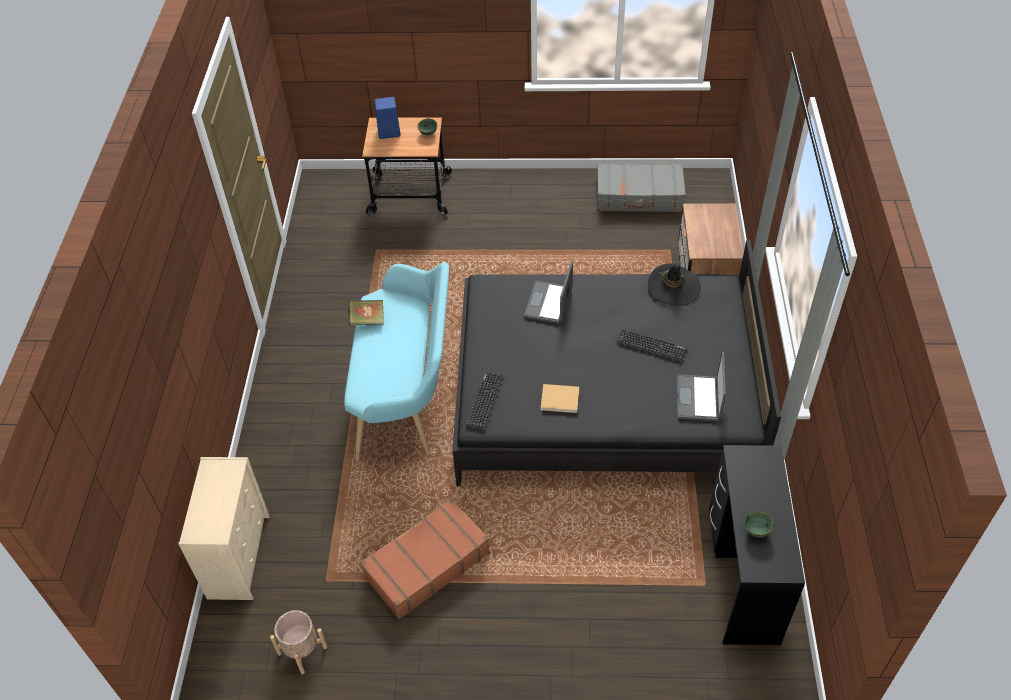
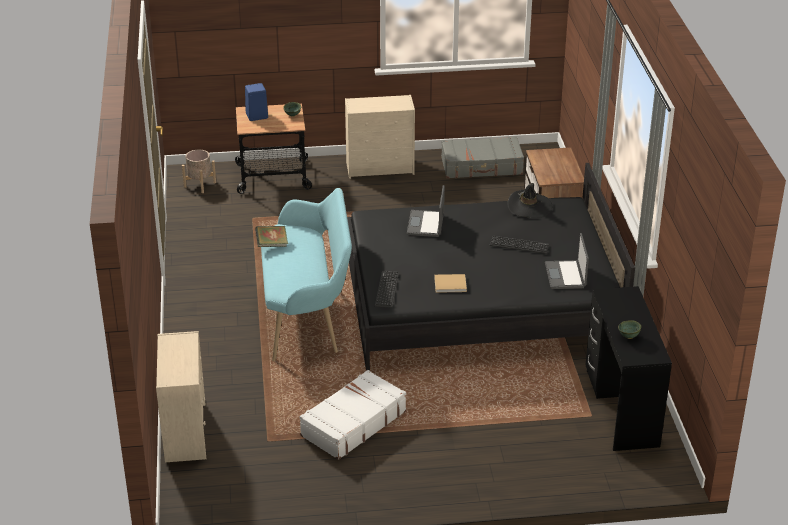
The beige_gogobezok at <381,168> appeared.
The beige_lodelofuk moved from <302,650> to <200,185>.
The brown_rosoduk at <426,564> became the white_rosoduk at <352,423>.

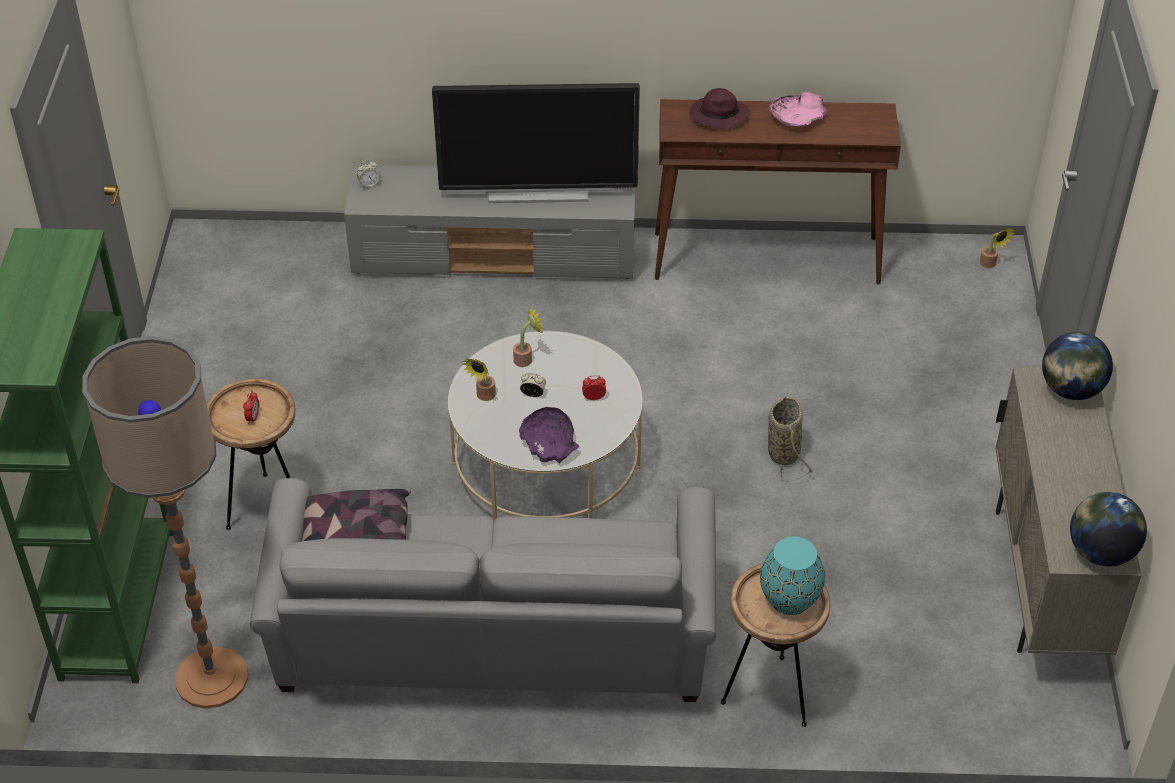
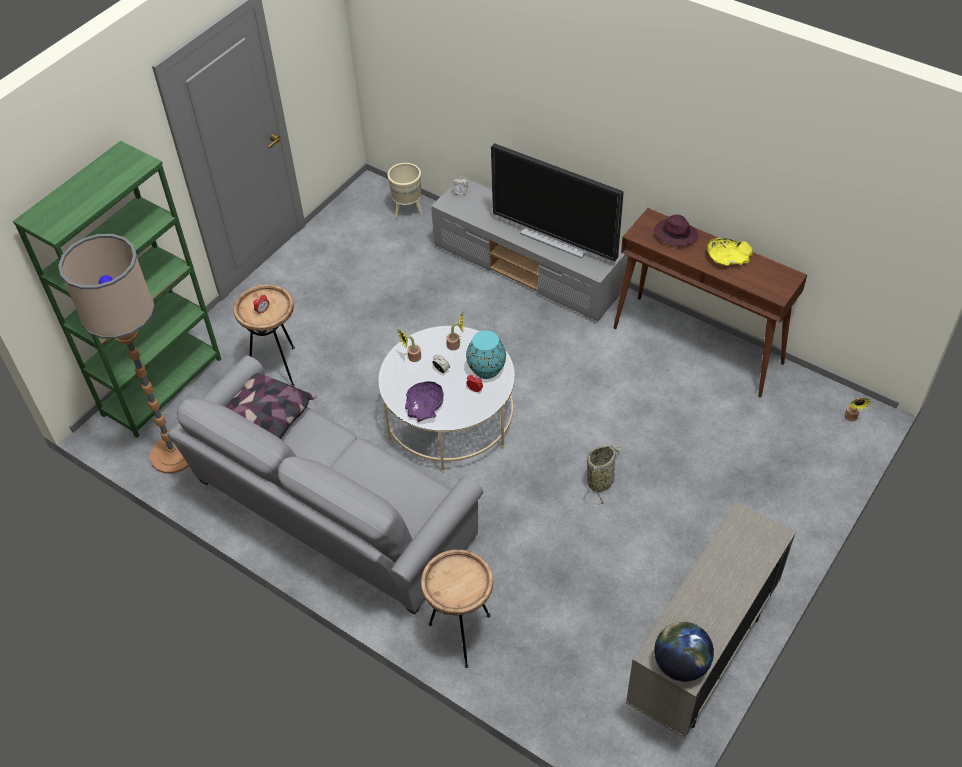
The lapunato at <1071,390> disappeared.
The beige_lodelofuk at <408,211> appeared.
The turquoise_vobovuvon moved from <789,600> to <486,370>.
The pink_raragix at <797,118> became the yellow_raragix at <727,257>.

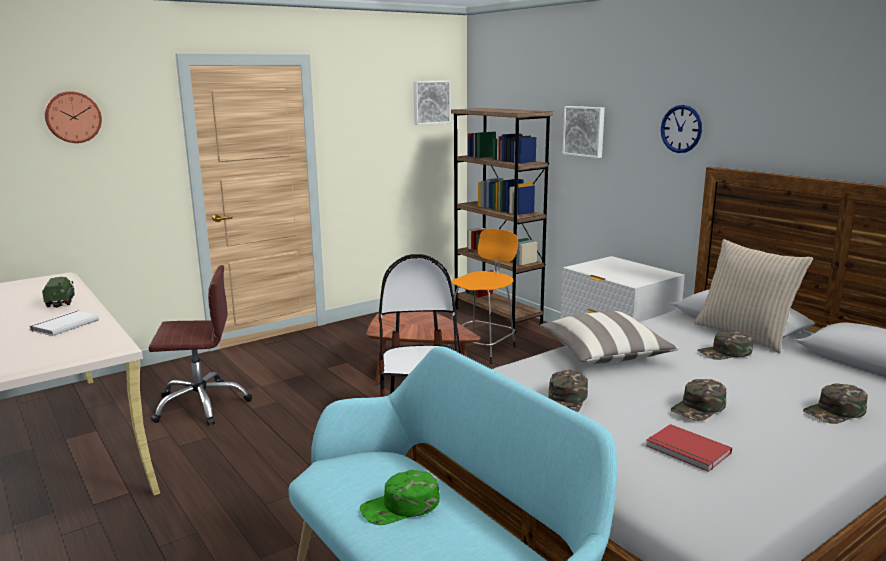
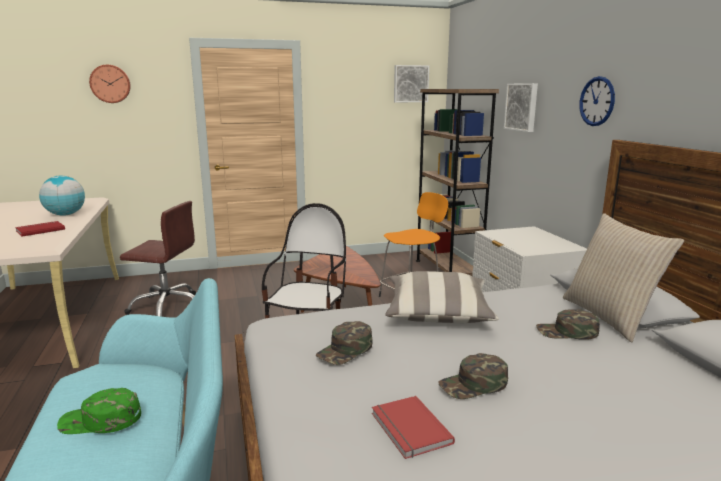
The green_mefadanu at <835,412> disappeared.
The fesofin at <61,301> was replaced by the lapunato at <65,215>.
The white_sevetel at <63,325> became the red_sevetel at <40,230>.

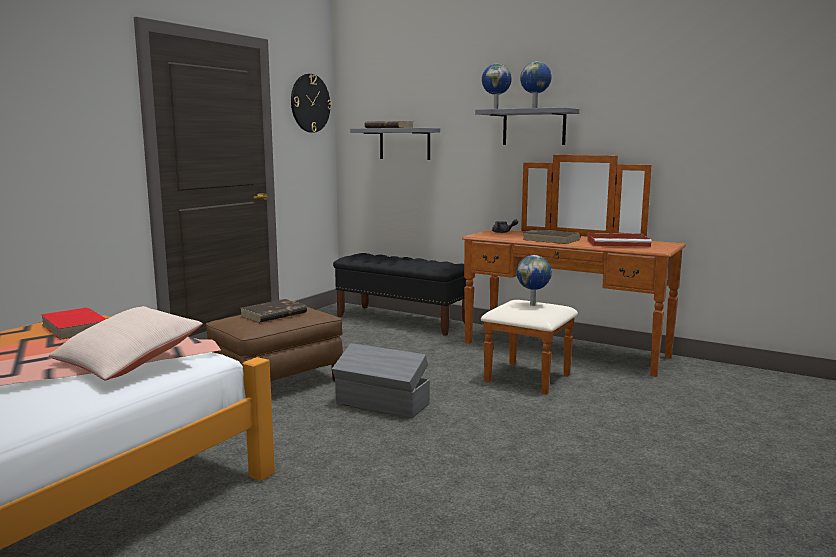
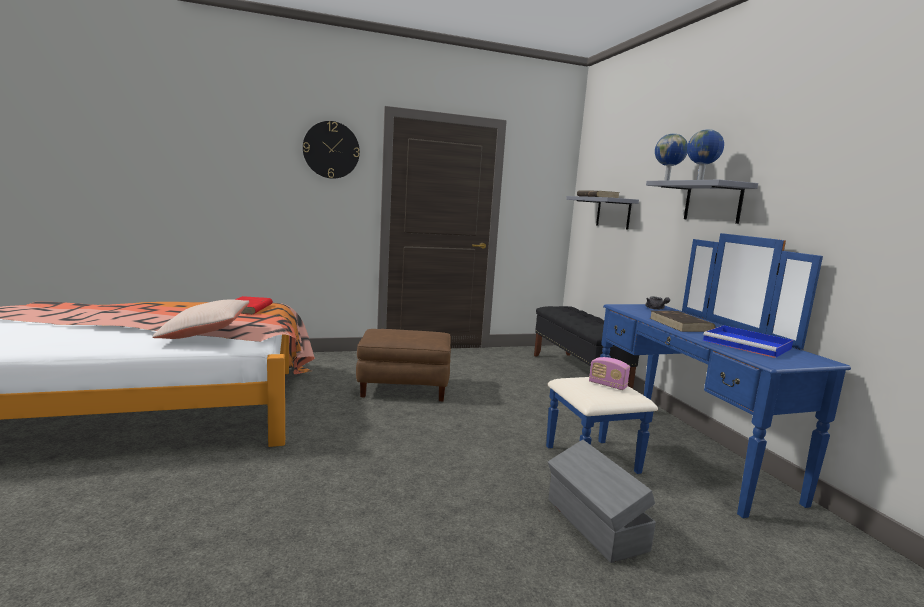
The brown_sevetel at <273,314> disappeared.
The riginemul moved from <310,103> to <331,150>.
The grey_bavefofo moved from <382,404> to <595,525>.
The lapunato at <533,304> was replaced by the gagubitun at <607,385>.
The brown_gogobezok at <557,356> became the blue_gogobezok at <664,451>.
The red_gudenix at <619,243> became the blue_gudenix at <748,345>.

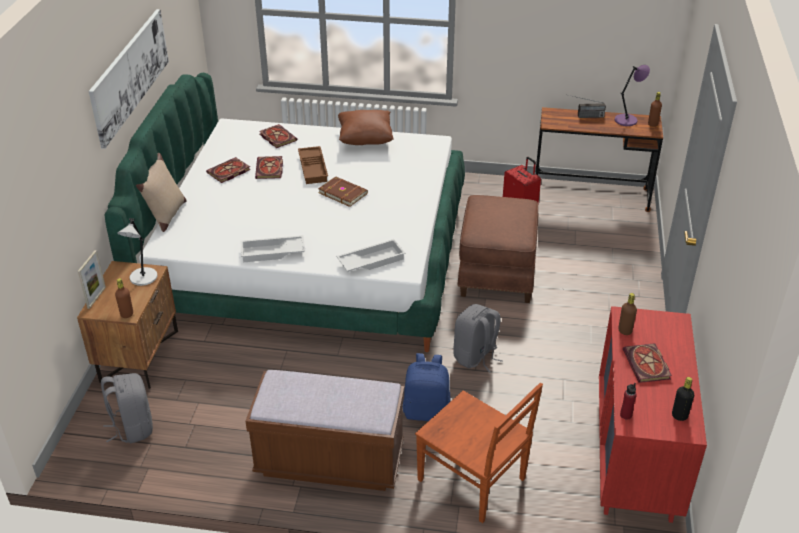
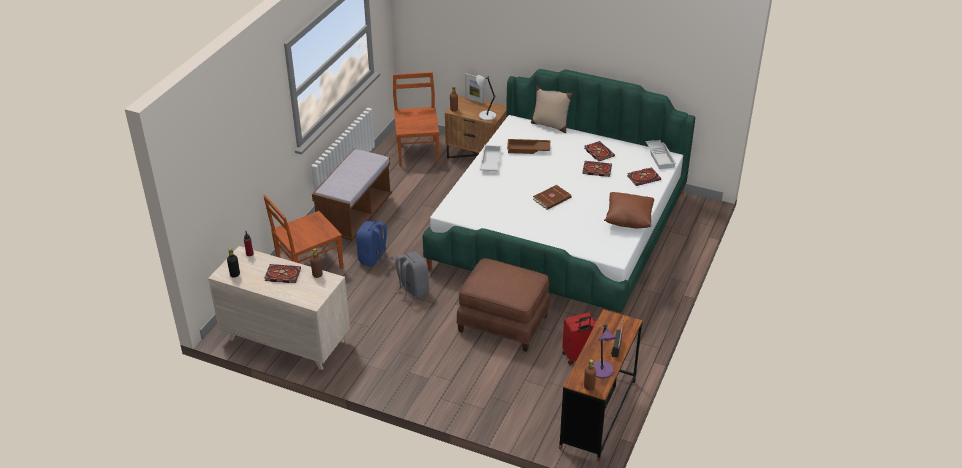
The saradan at <130,75> disappeared.
The brown_gudenix moved from <314,168> to <528,149>.
The white_gudenix moved from <371,260> to <661,157>.
The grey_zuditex at <132,427> was replaced by the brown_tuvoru at <417,151>.
The red_gogobezok at <635,457> became the beige_gogobezok at <285,340>.

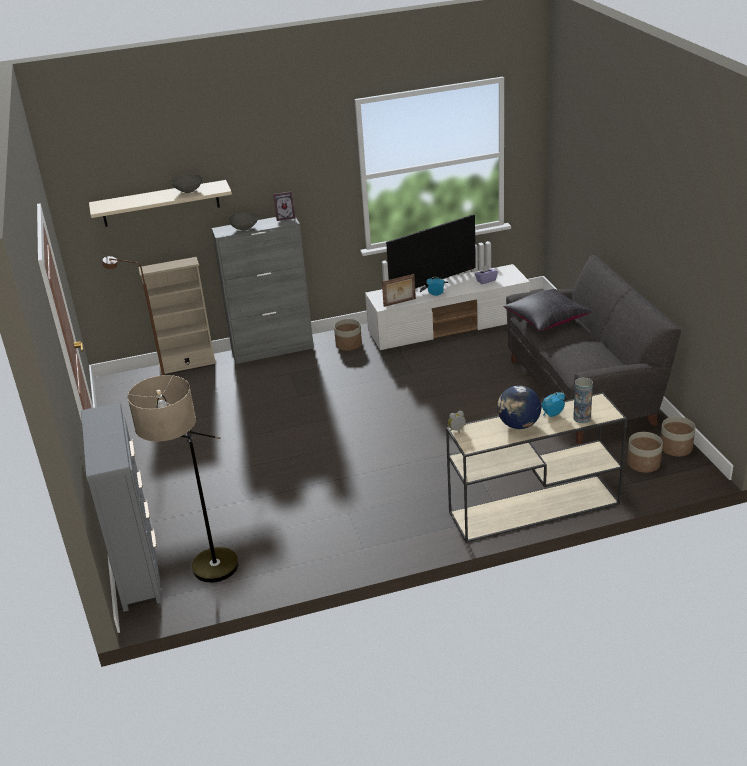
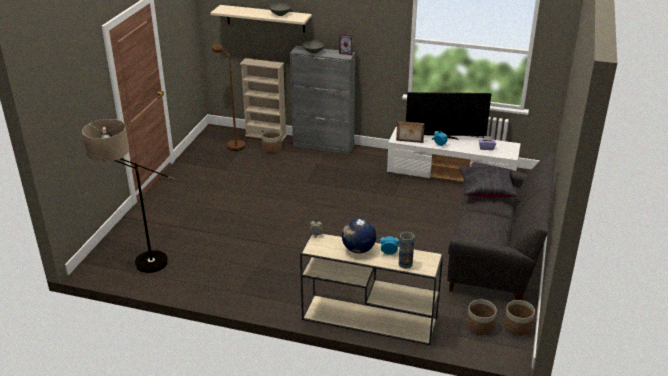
The grey_gogobezok at <138,569> disappeared.
The lodelofuk moved from <349,344> to <272,148>.

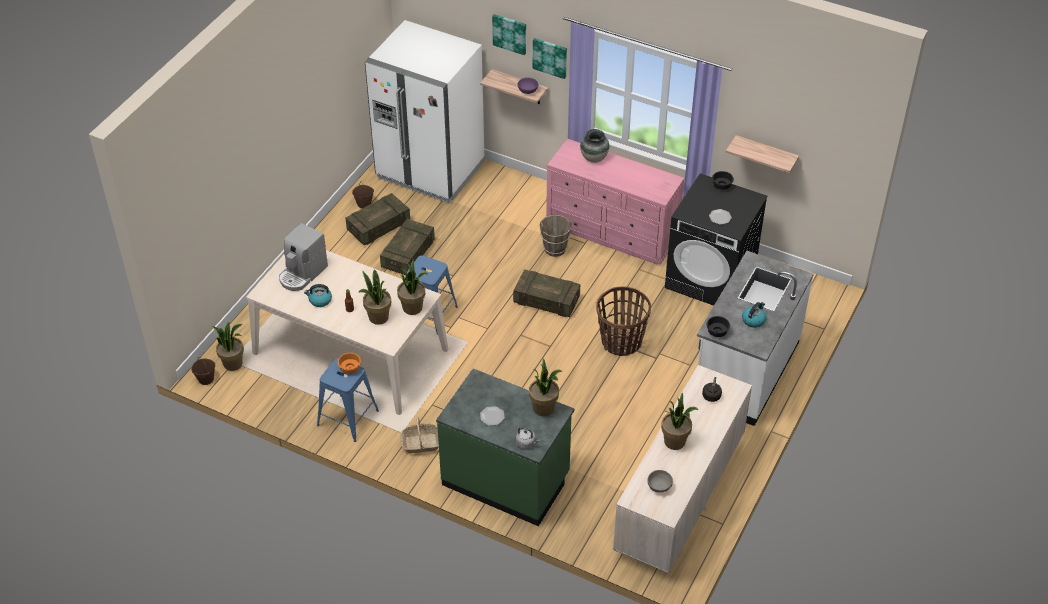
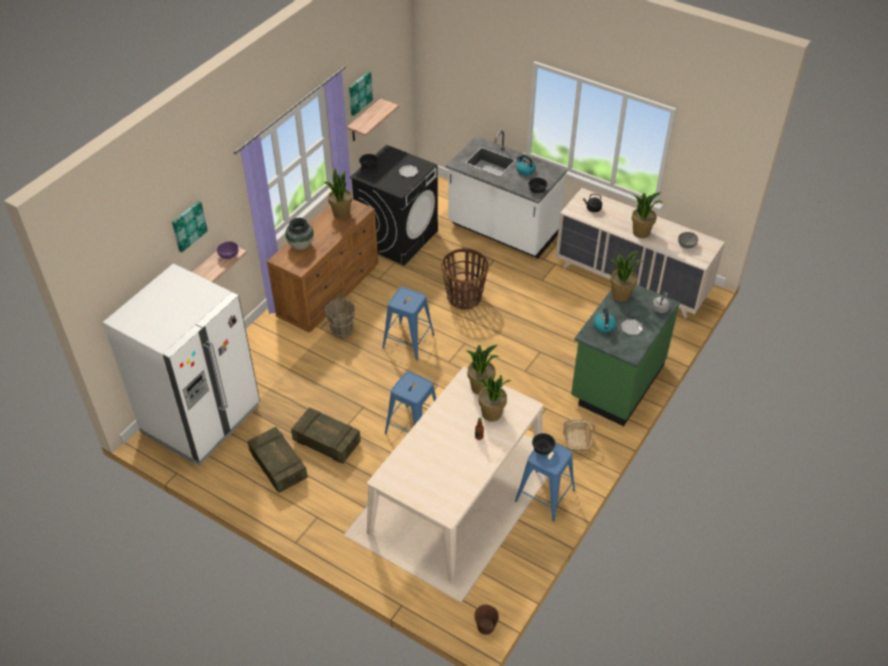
The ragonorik at <302,274> disappeared.
The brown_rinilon at <364,204> disappeared.
The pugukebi moved from <233,363> to <341,213>.
The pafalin moved from <320,300> to <604,326>.
The saradan moved from <550,57> to <359,93>.
The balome at <546,301> was replaced by the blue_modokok at <408,341>.
The orange_raragix at <350,368> became the black_raragix at <542,448>.
The pink_gogobezok at <612,233> became the brown_gogobezok at <329,291>.

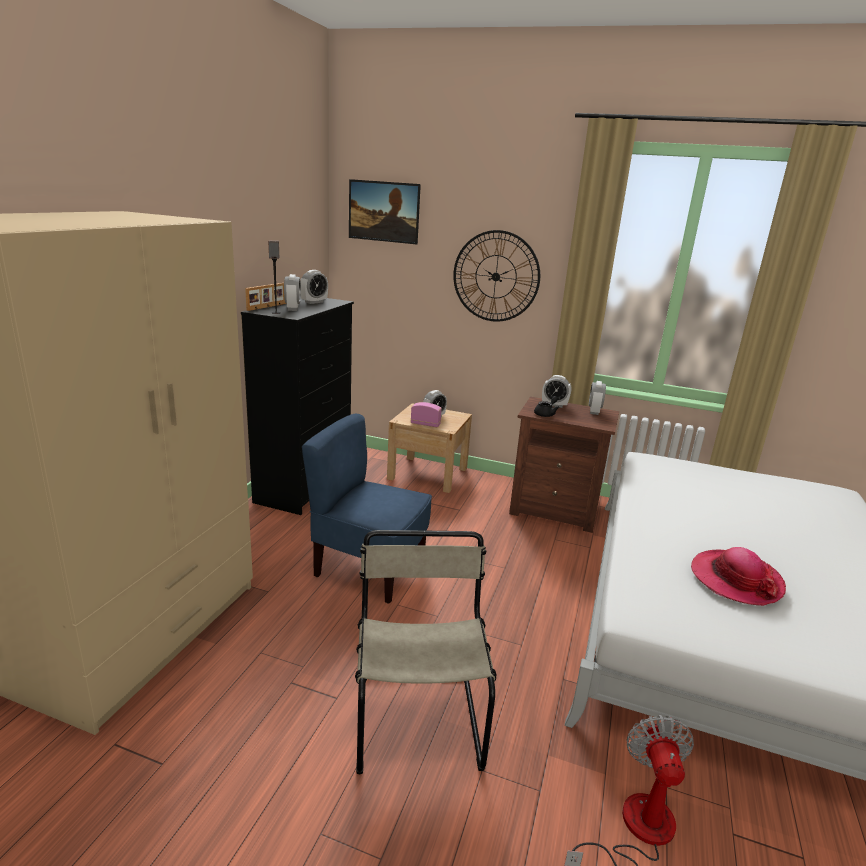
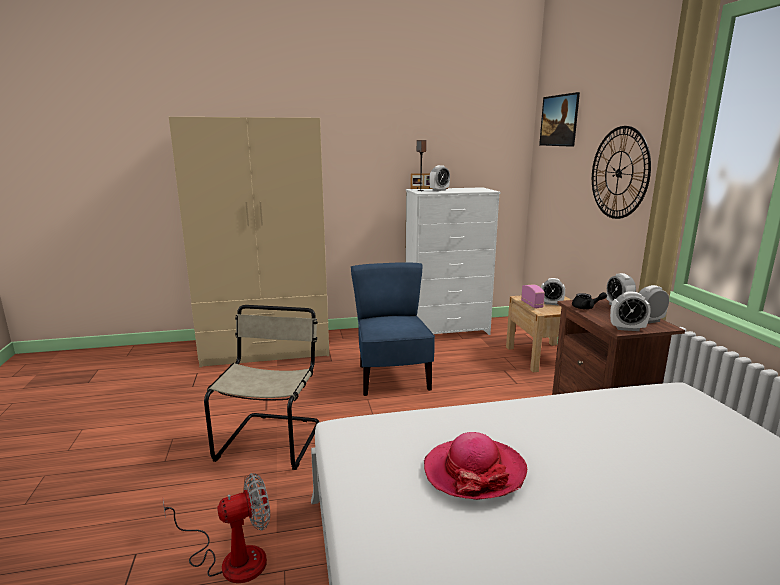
The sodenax moved from <314,302> to <627,328>.
The black_gogobezok at <305,486> became the white_gogobezok at <447,330>.
The beige_tuvoru at <417,717> turned 45 degrees counterclockwise.

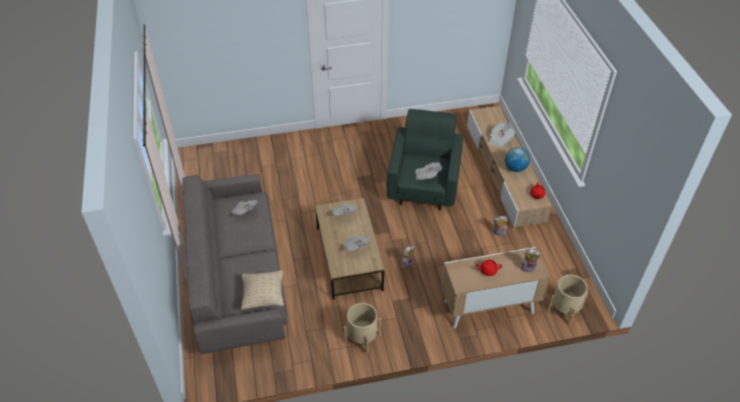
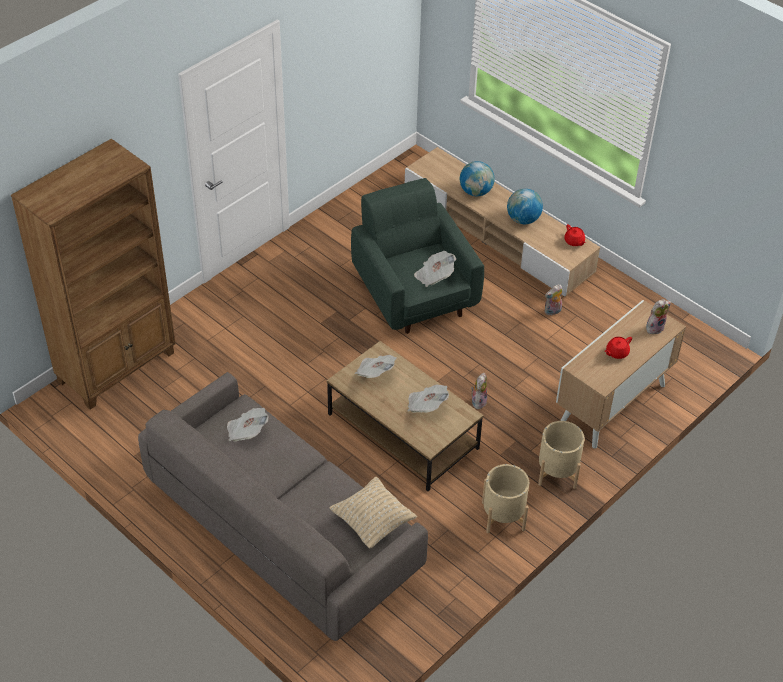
The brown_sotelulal at <118,367> appeared.
The beige_lodelofuk moved from <564,309> to <557,472>.
The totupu at <499,140> was replaced by the lapunato at <476,192>.

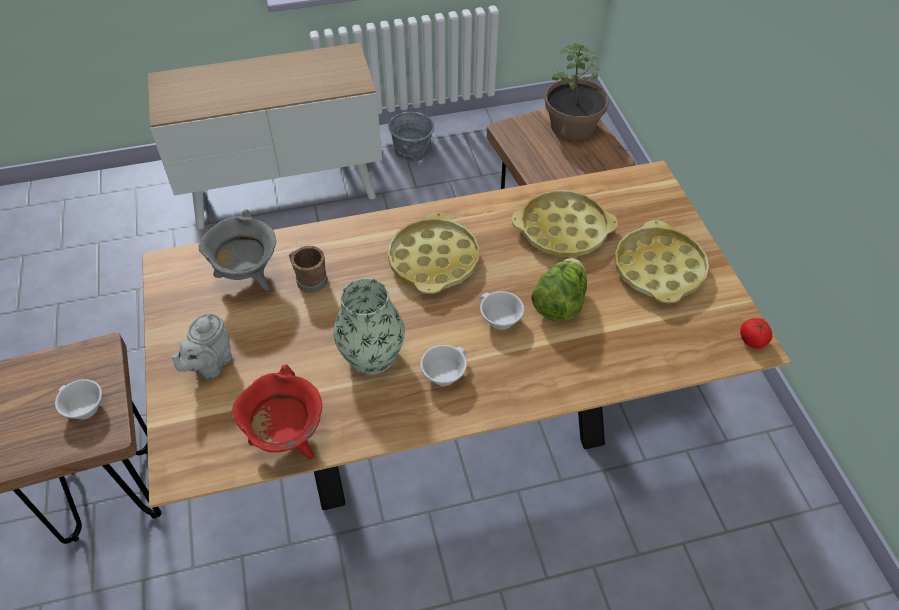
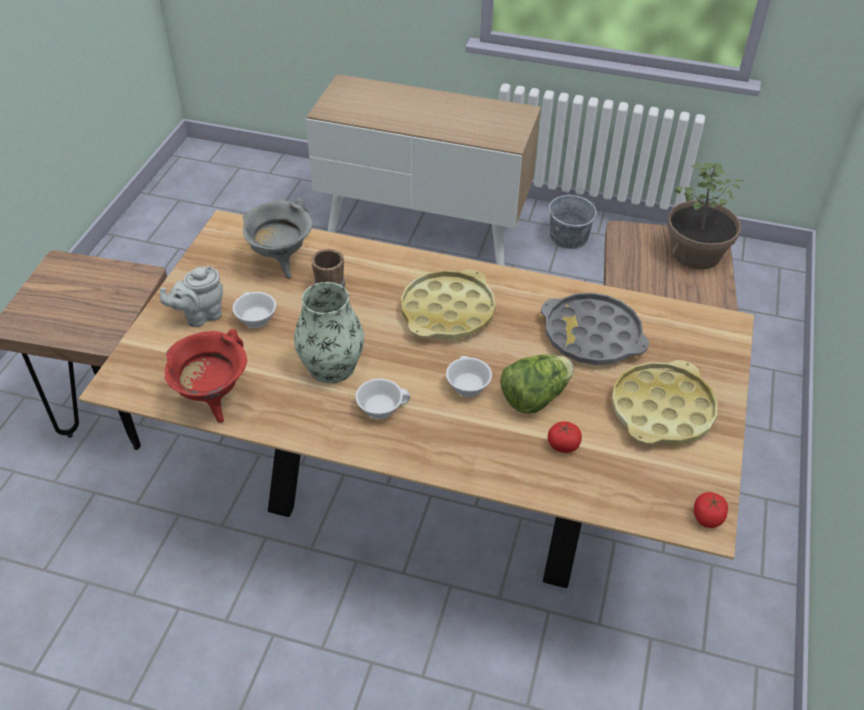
The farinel at <563,445> appeared.
The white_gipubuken moved from <82,408> to <254,319>.
The yellow_gudenix at <563,230> became the grey_gudenix at <592,336>.

